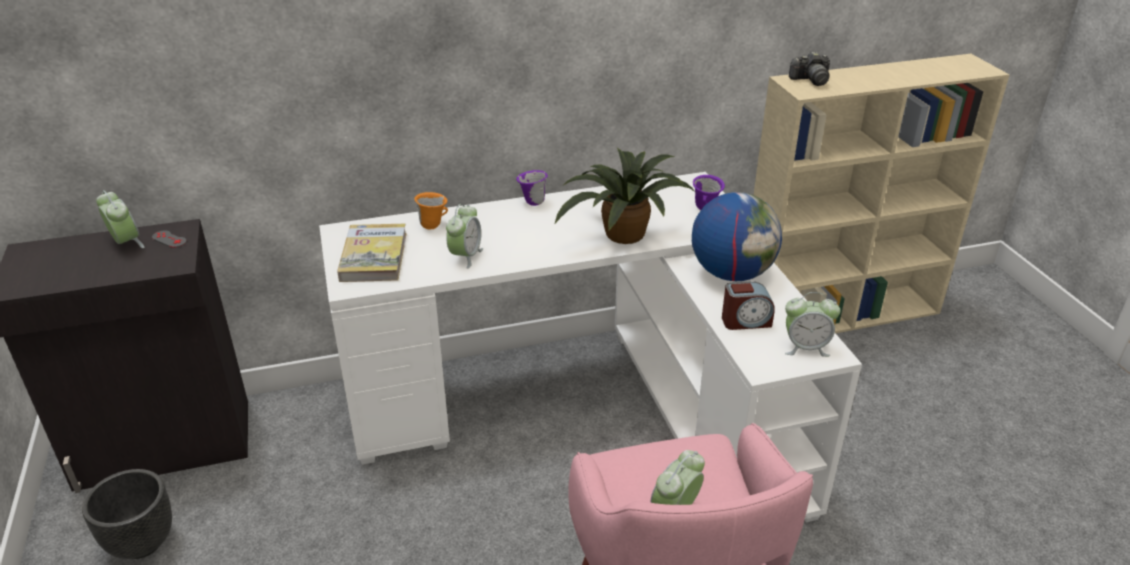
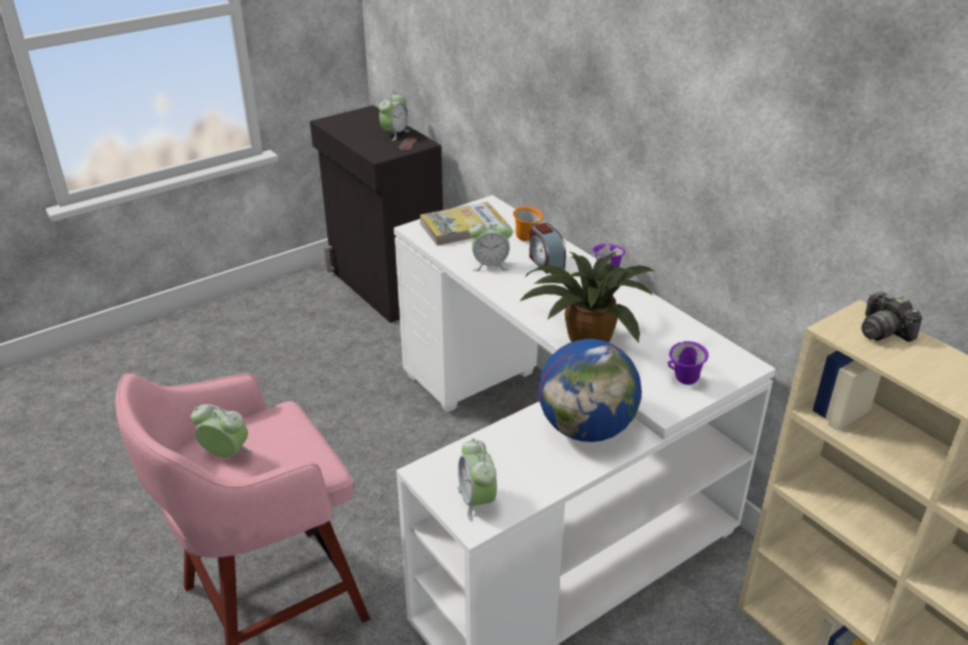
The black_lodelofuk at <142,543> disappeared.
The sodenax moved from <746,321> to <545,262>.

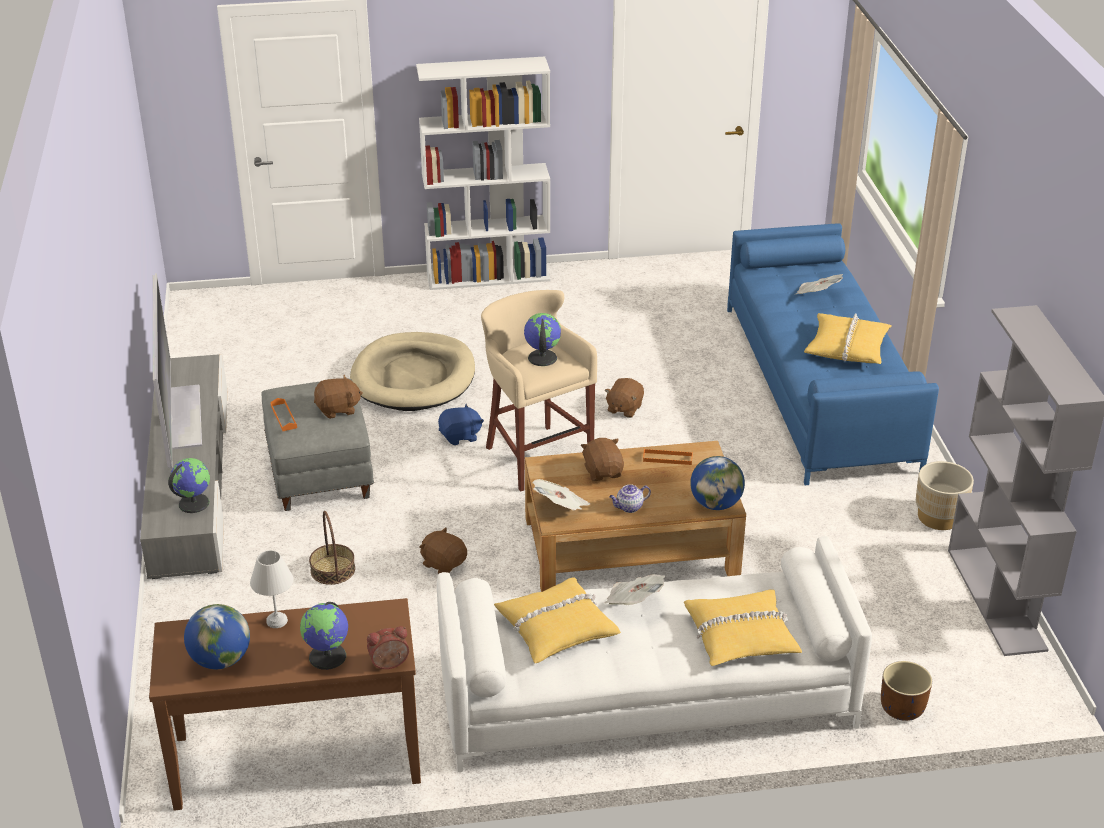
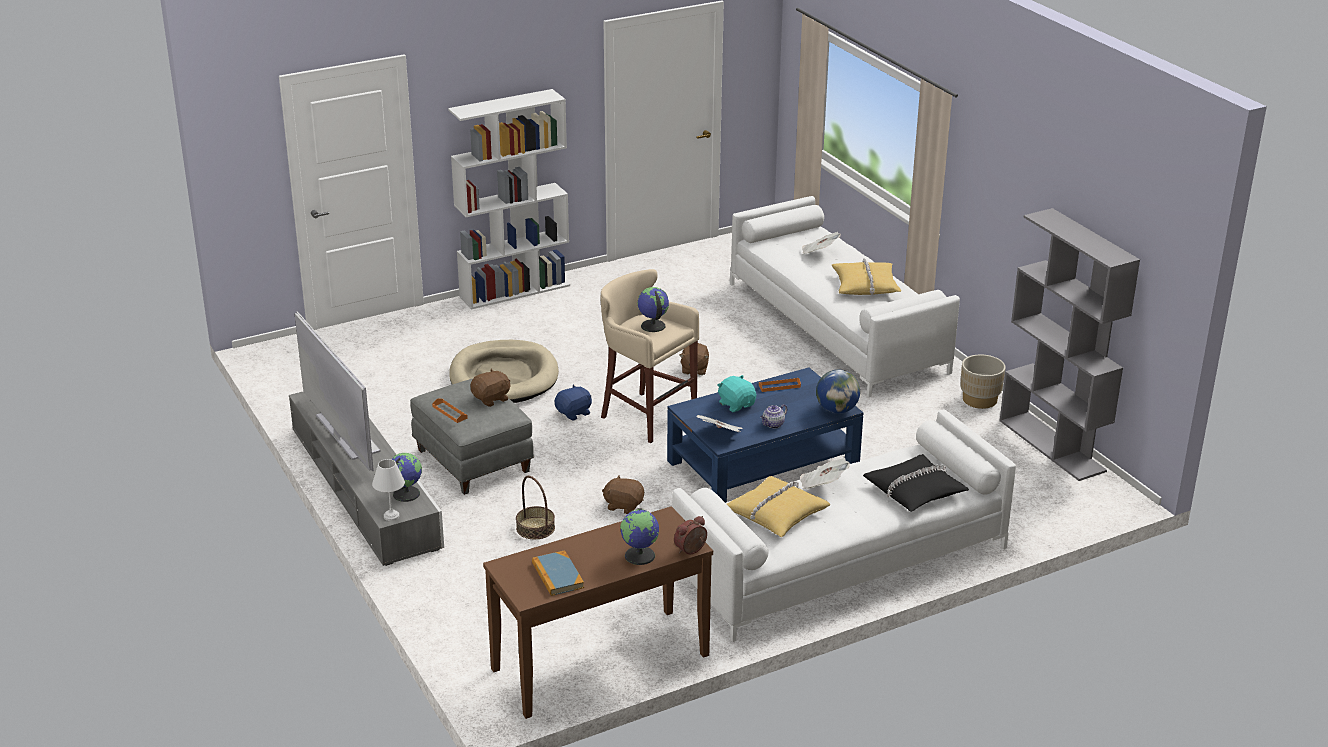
The brown_lodelofuk at <901,708> disappeared.
The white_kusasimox moved from <277,620> to <391,516>.
The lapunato at <220,660> was replaced by the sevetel at <557,575>.
The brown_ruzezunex at <629,546> became the blue_ruzezunex at <762,464>.
The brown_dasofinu at <603,472> became the turquoise_dasofinu at <736,404>.
The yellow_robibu at <741,636> became the black_robibu at <915,491>.
The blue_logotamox at <819,387> became the white_logotamox at <837,327>.

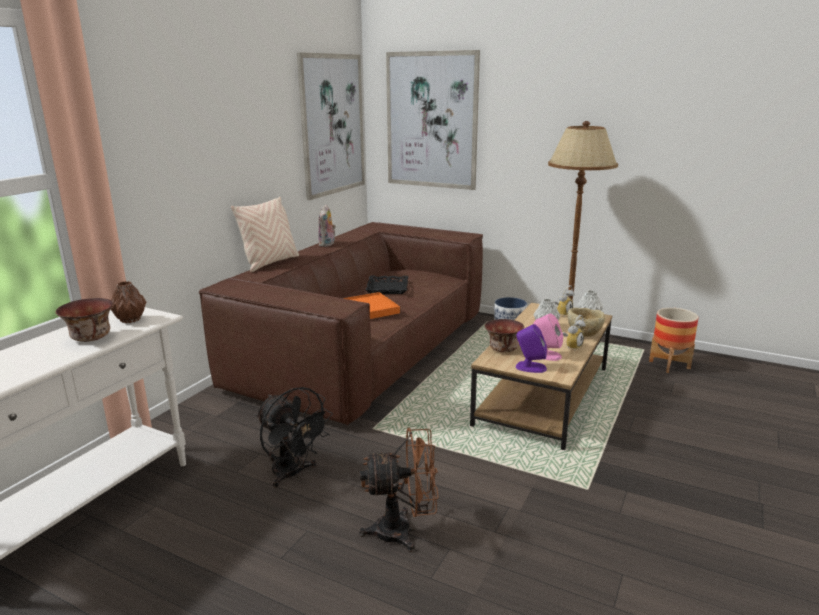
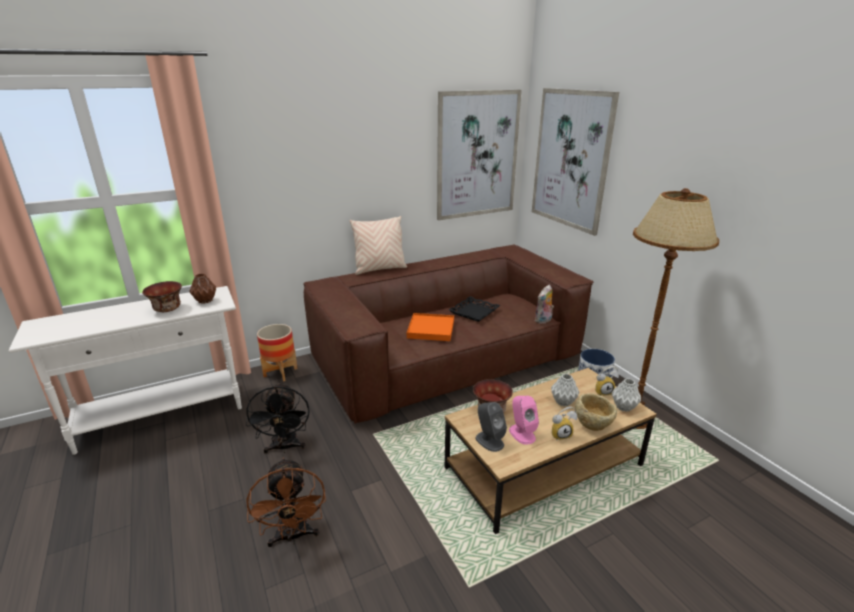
The dasofinu moved from <327,244> to <543,321>.
The lodelofuk moved from <669,365> to <280,372>.
The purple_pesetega at <530,367> became the grey_pesetega at <489,441>.
The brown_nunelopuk at <403,531> turned 45 degrees clockwise.

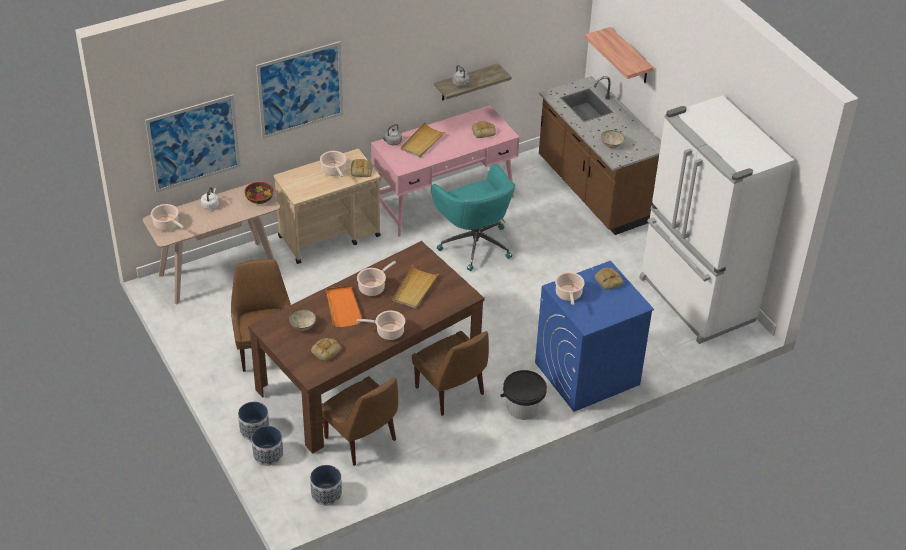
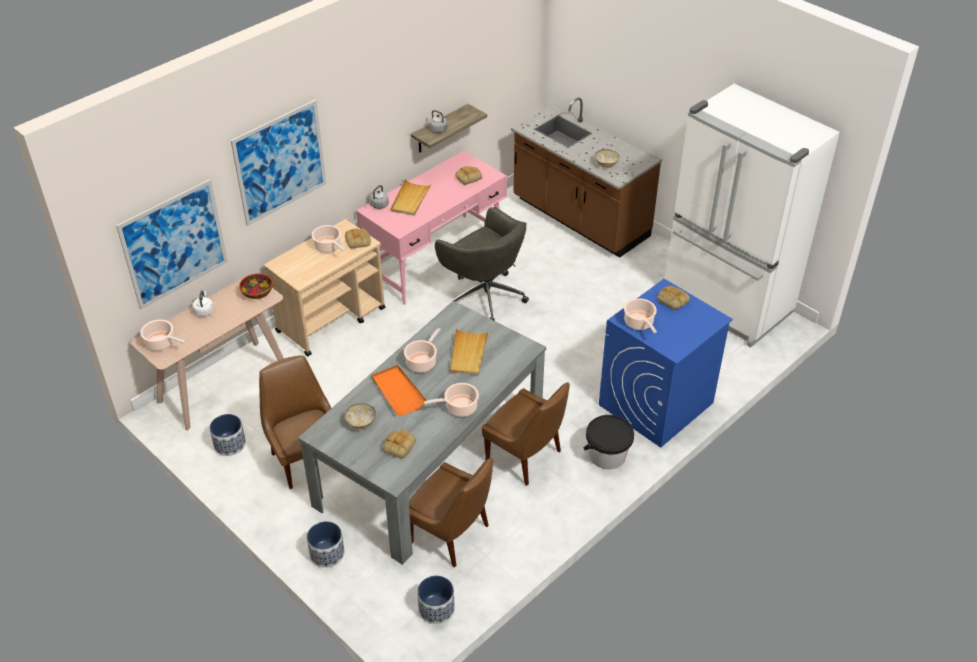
The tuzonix at <630,57> disappeared.
The lodelofuk moved from <268,455> to <229,444>.
The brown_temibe at <369,375> became the grey_temibe at <430,460>.
The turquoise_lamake at <474,243> became the grey_lamake at <484,295>.

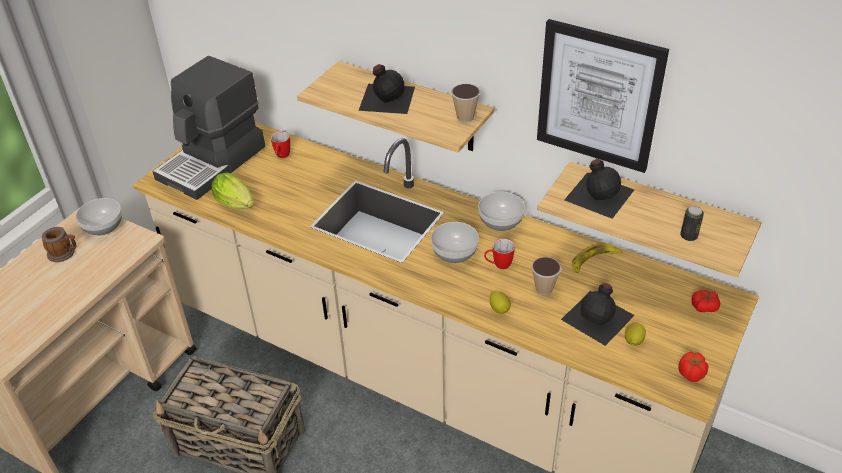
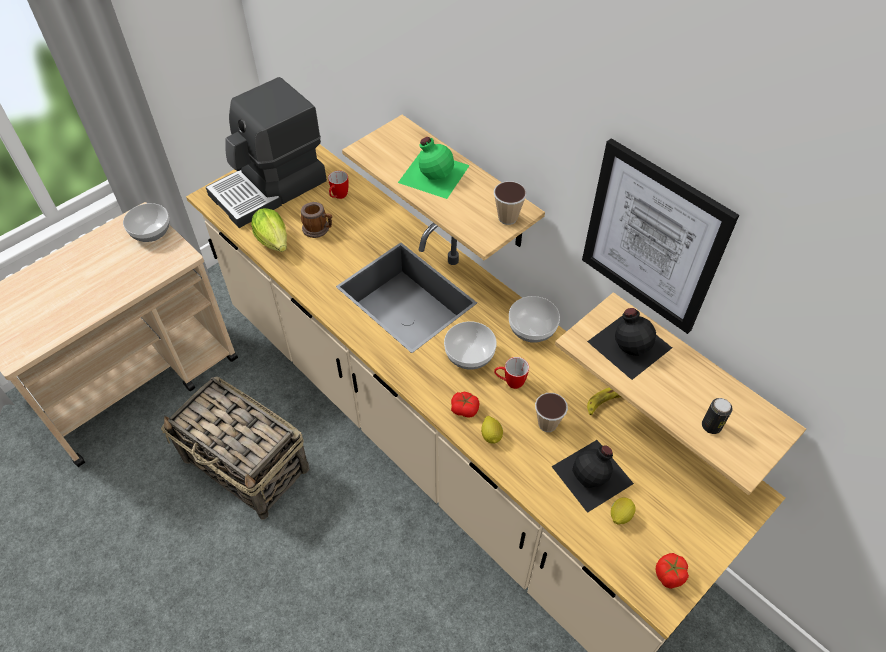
The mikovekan moved from <64,253> to <318,229>.
The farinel moved from <704,306> to <464,408>.
The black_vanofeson at <386,97> became the green_vanofeson at <433,173>.

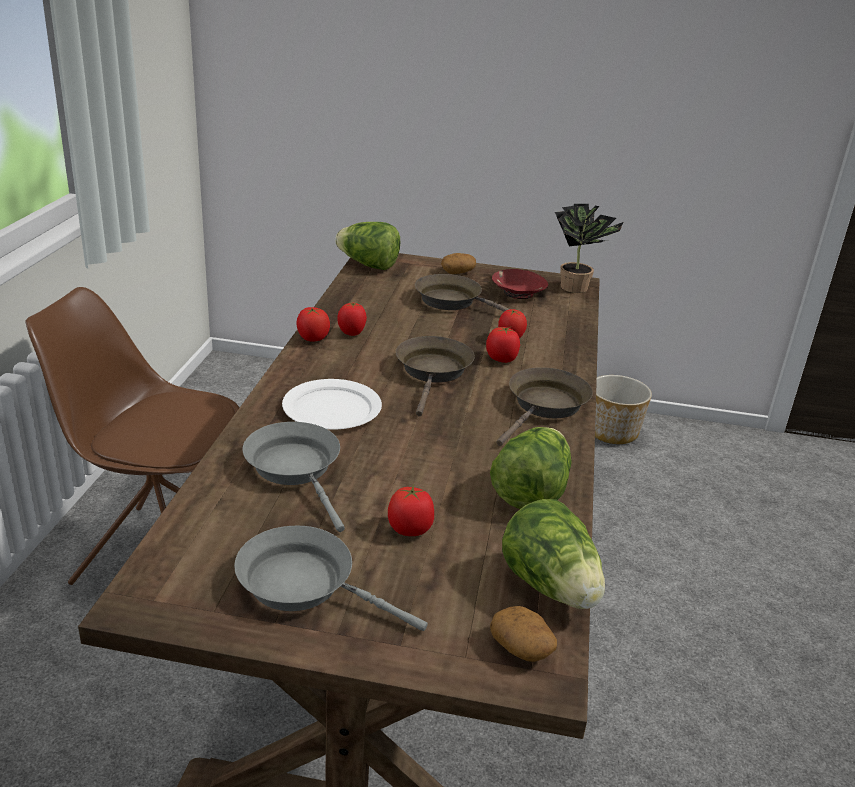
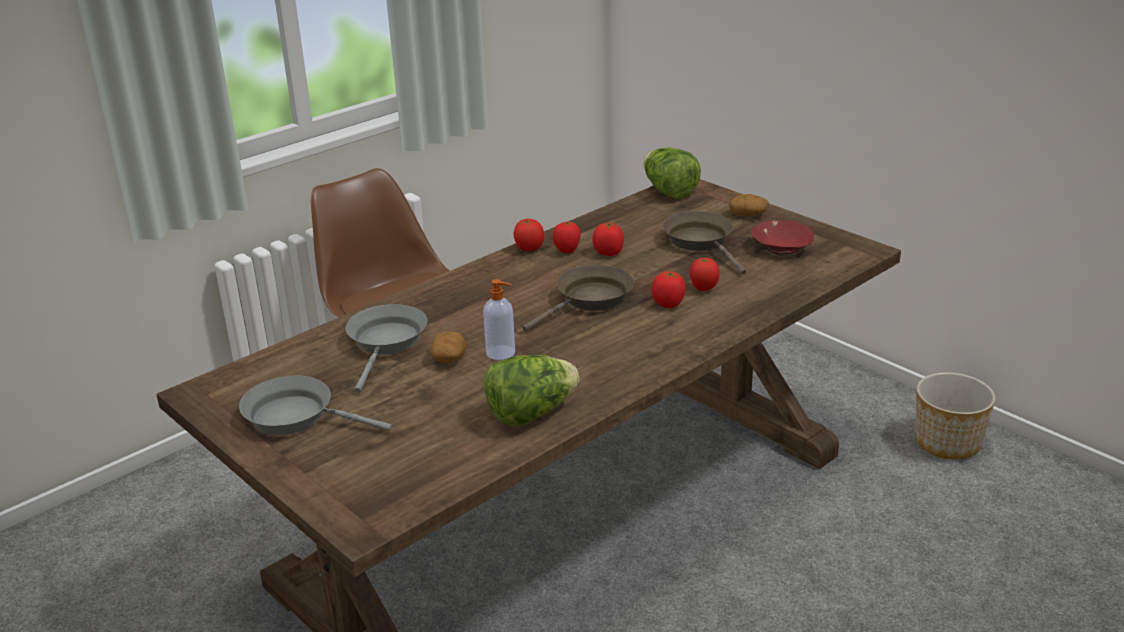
The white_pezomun at <332,408> disappeared.
The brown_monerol at <545,406> disappeared.
The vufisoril at <551,586> disappeared.
The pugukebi at <578,287> disappeared.
The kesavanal at <501,353> appeared.
The farinel moved from <410,529> to <608,253>.
The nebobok moved from <522,648> to <449,358>.
The grey_monerol at <305,584> turned 45 degrees counterclockwise.

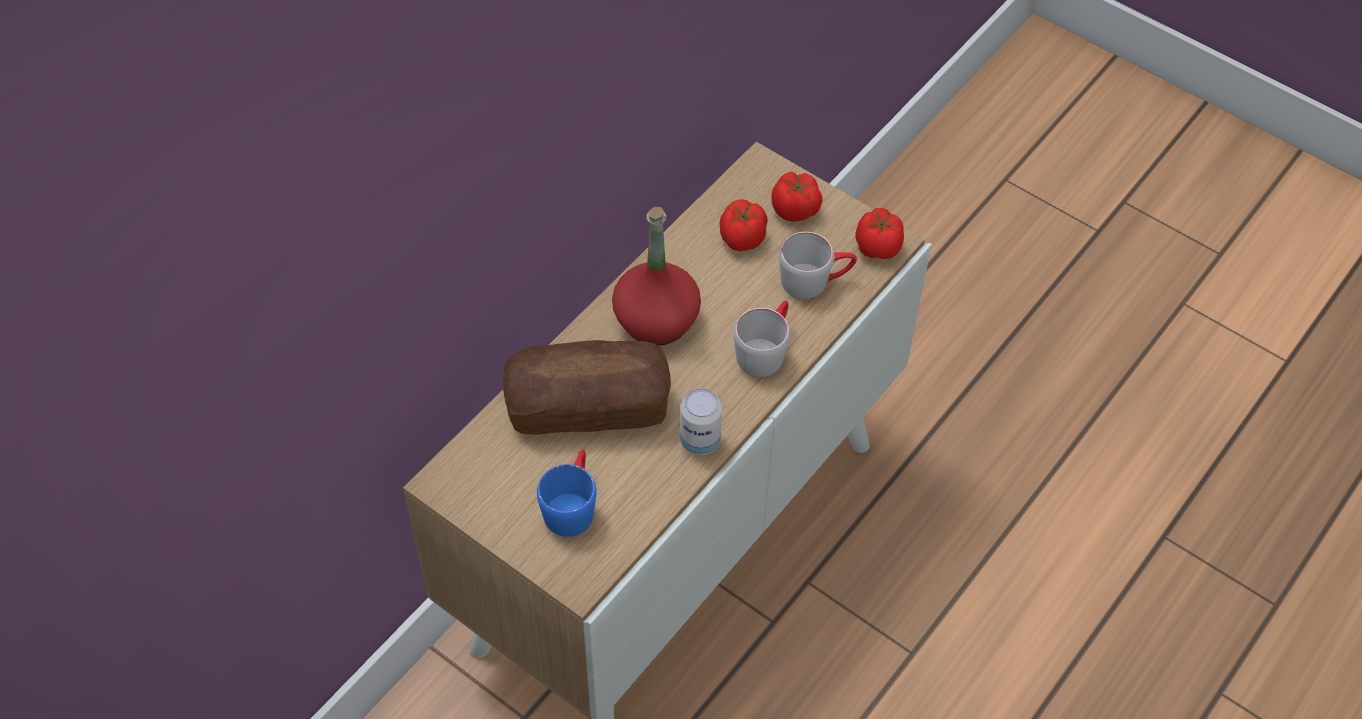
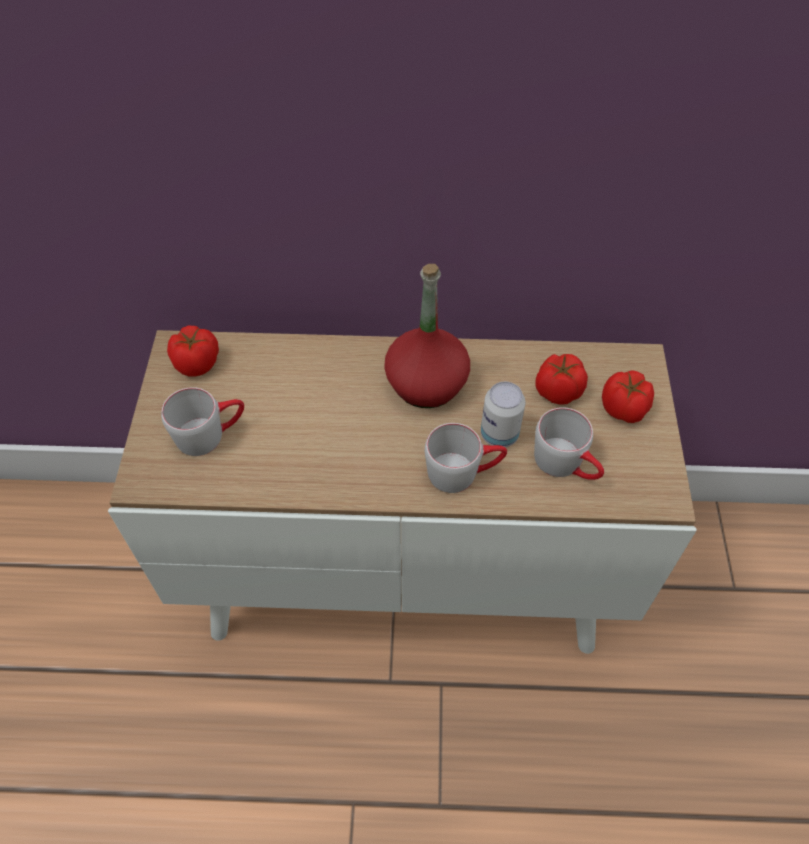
The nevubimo at <588,406> disappeared.
The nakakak moved from <700,441> to <499,434>.
The farinel moved from <877,246> to <198,363>.
The blue_mikovekan at <571,504> became the grey_mikovekan at <210,433>.

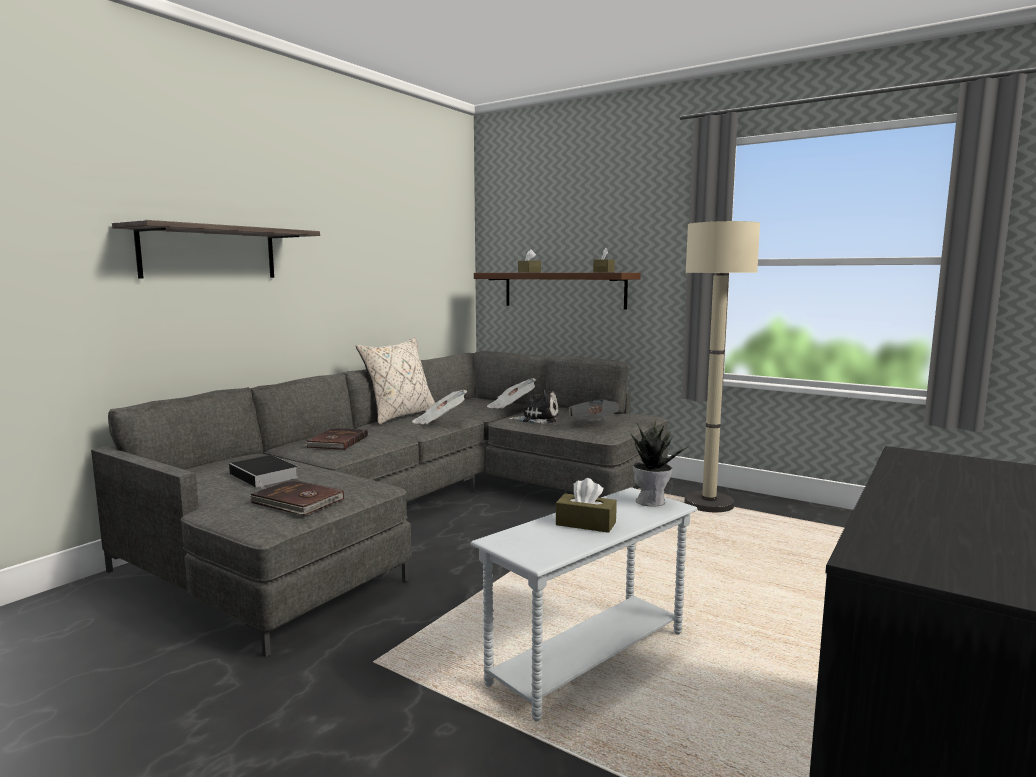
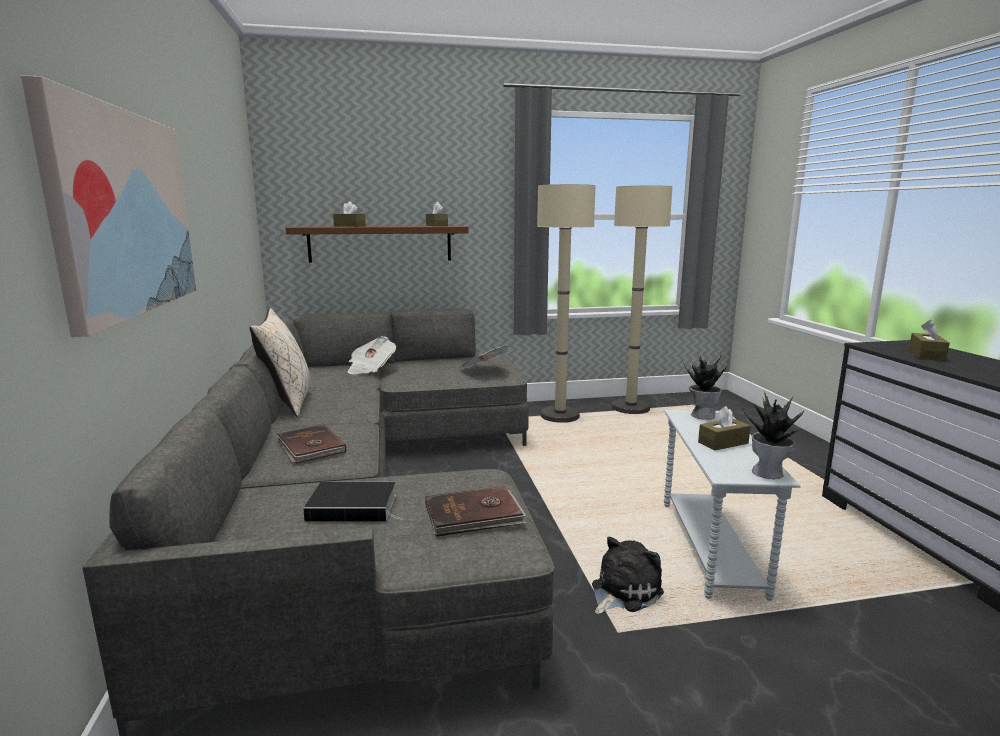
The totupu at <439,422> disappeared.
The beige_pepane at <630,408> appeared.
The pugukebi at <769,473> appeared.
The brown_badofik at <926,355> appeared.
The dasofinu moved from <537,419> to <623,591>.
The tuzonix at <209,253> was replaced by the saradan at <123,212>.

